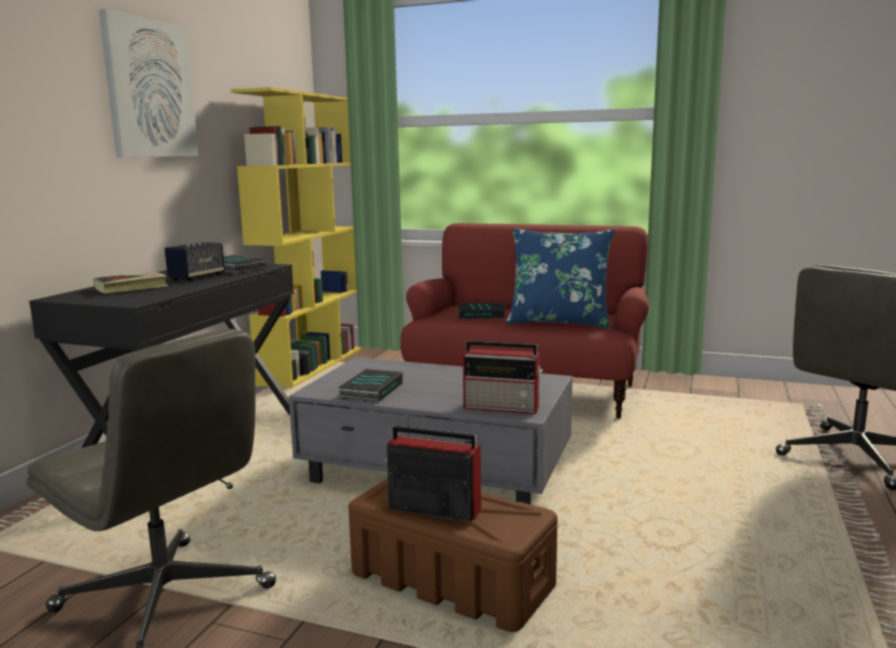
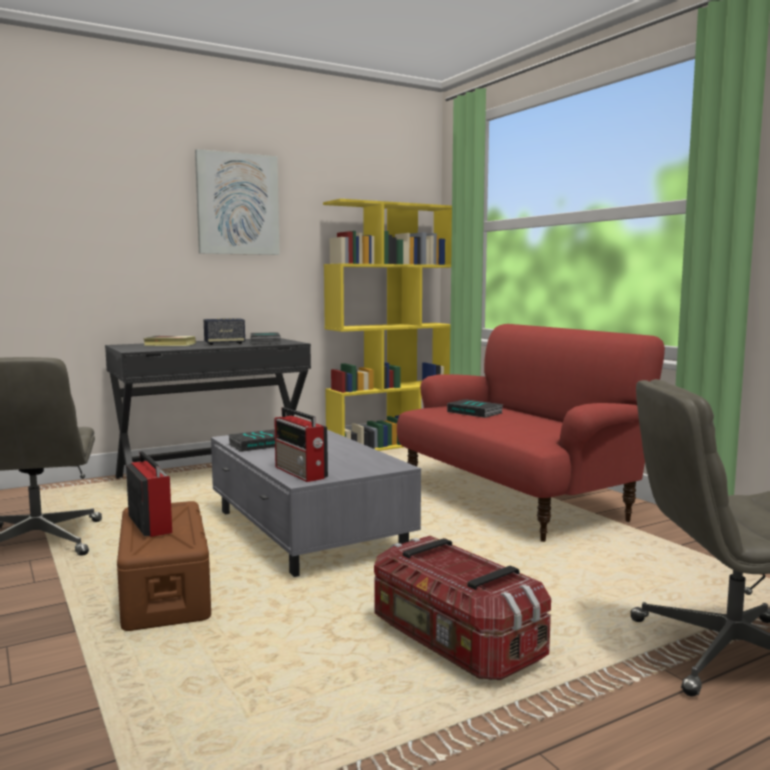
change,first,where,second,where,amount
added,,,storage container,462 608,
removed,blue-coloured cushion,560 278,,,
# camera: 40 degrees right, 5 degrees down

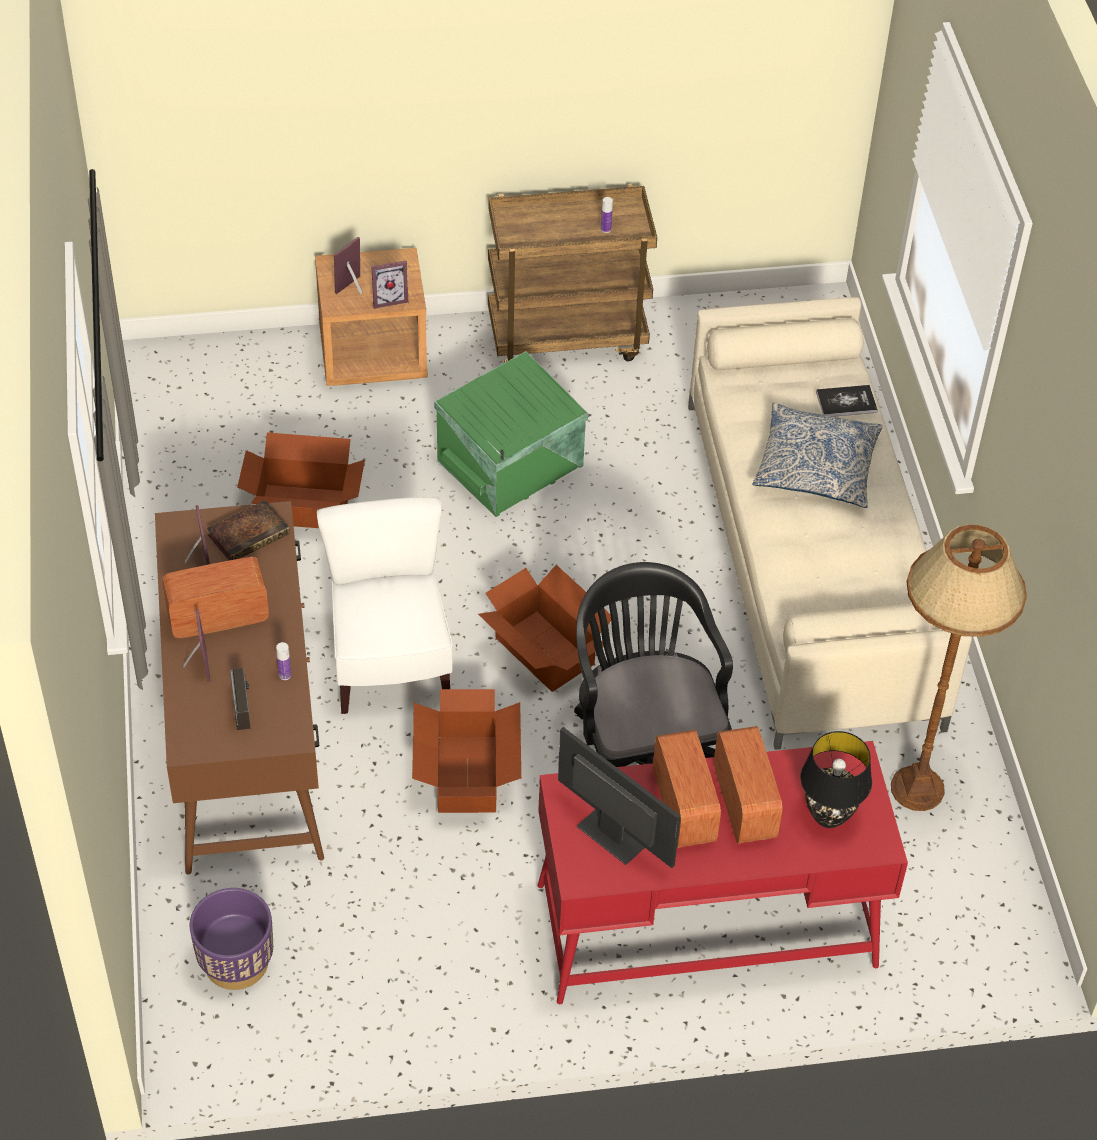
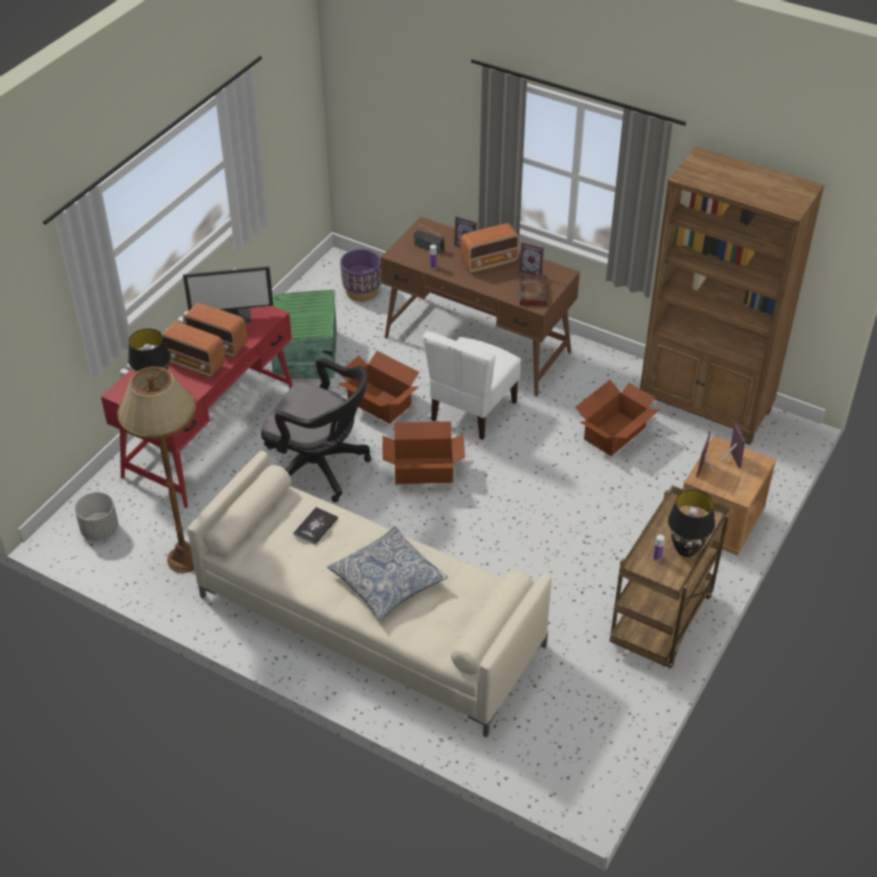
change,first,where,second,where,amount
added,,,grey flower pot,97 516,
moved,green-coloured storage container,511 434,,304 334,
moved,volume,847 401,,315 526,
turned,white chair,385 605,,472 385,90 degrees clockwise
turned,radio,215 597,,490 248,45 degrees clockwise
added,,,brownish bookshelf,732 295,
added,,,blackish table lamp,691 523,
# camera: 130 degrees right, 5 degrees down

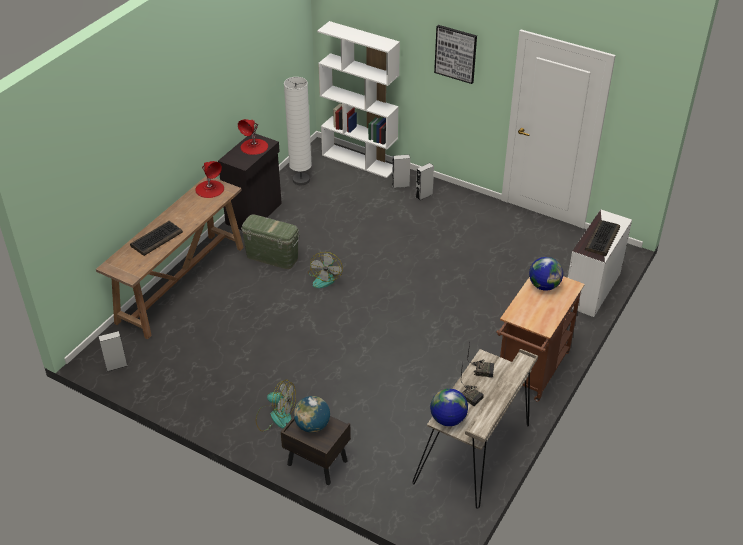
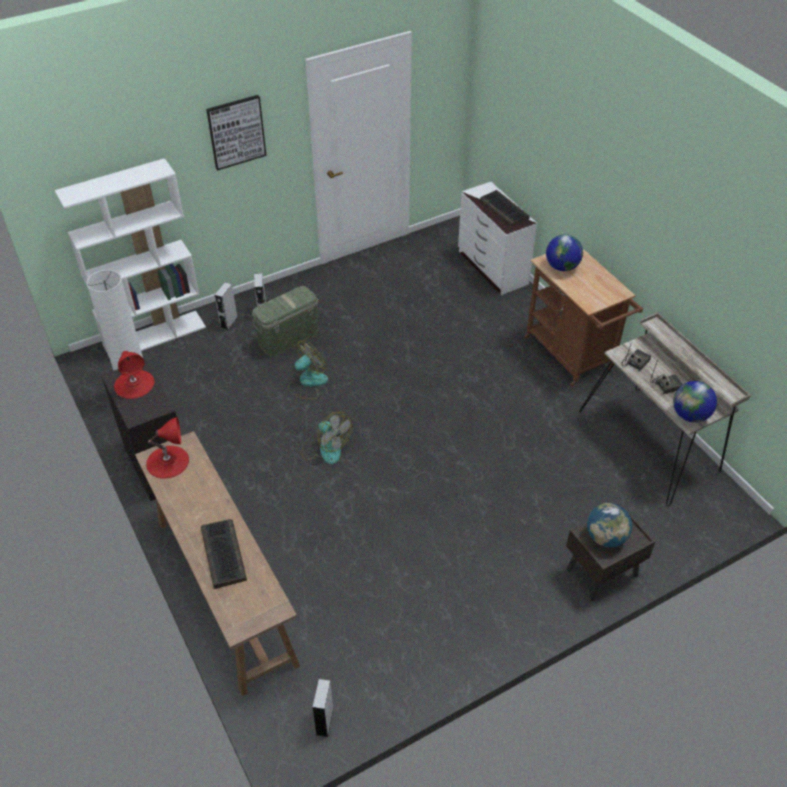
change,first,where,second,where,amount
moved,green-coloured storage container,270 241,,285 321,
moved,cooling fan,276 405,,308 370,
# camera: 60 degrees left, 5 degrees up

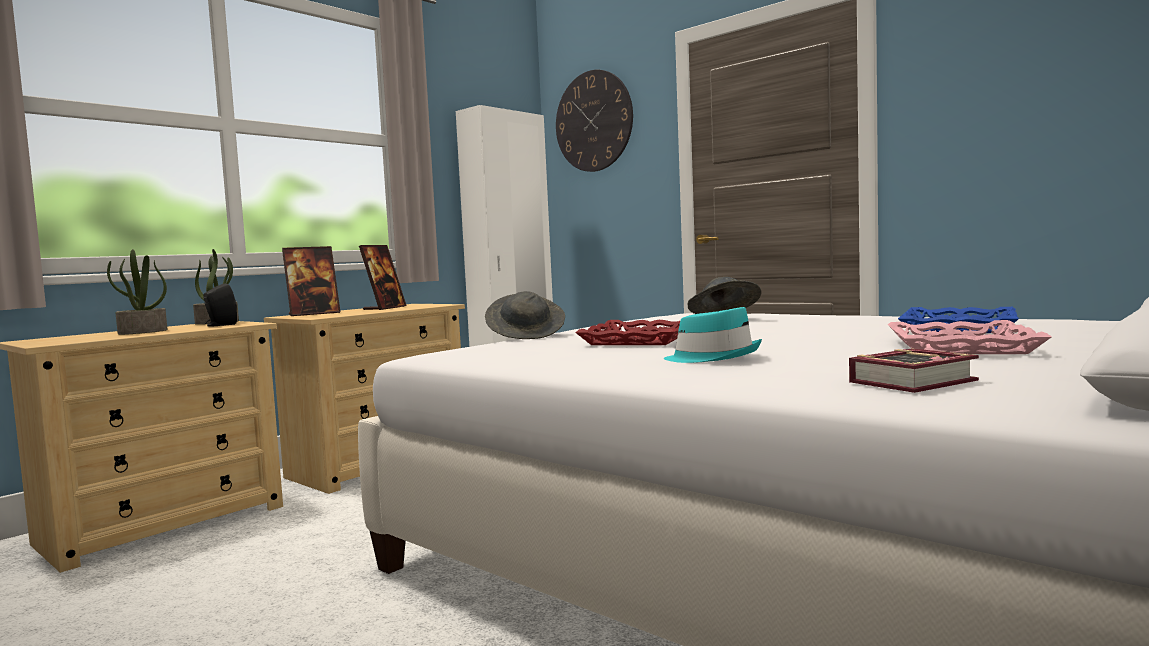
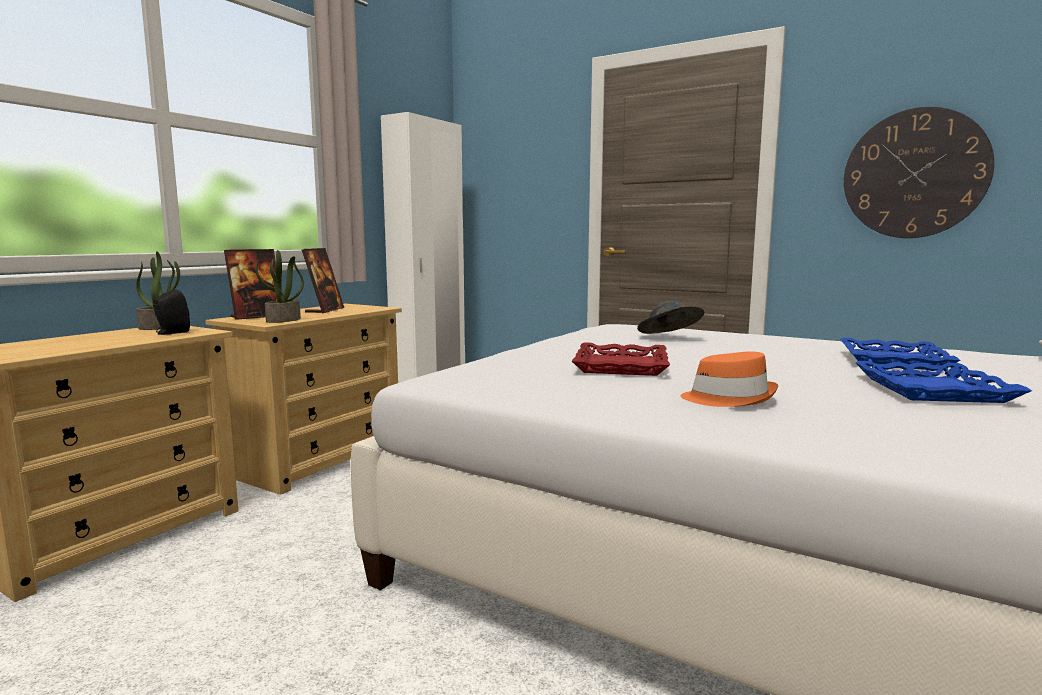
change,first,where,second,where,amount
moved,houseplant,137 292,,280 286,
recoloured,blue-green clothing hat,713 335,orangey clothing hat,729 379,
moved,clock on the wall,594 121,,919 172,
recoloured,pink-coloured tray,969 337,blue-coloured tray,943 382,
removed,grey clothing hat,525 315,,,
removed,volume,914 371,,,
# camera: 10 degrees left, 5 degrees up

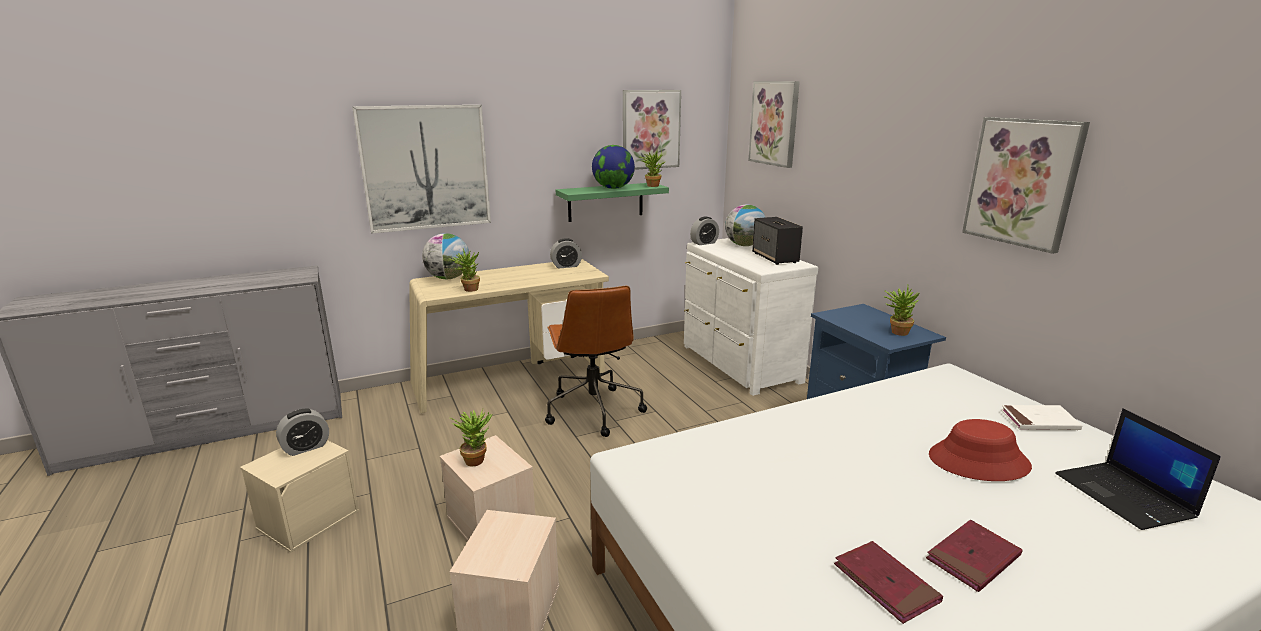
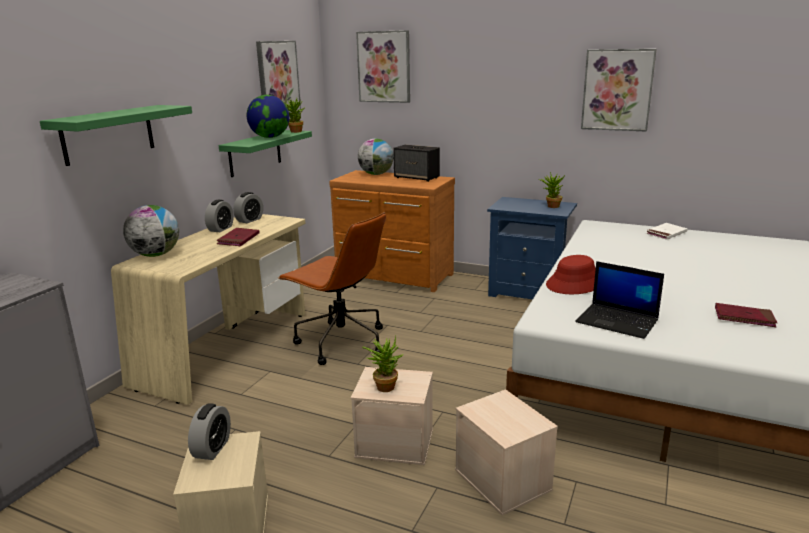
change,first,where,second,where,amount
replaced,picture,421 169,green-coloured bracket shelf,116 135,
moved,alarm clock,704 231,,219 216,
moved,red volume,974 556,,238 237,
recoloured,white chest of drawers,751 317,brownish chest of drawers,392 231,
moved,red clothing hat,980 450,,571 274,
moved,portable computer,1138 469,,619 300,
removed,houseplant,464 270,,,
# camera: 40 degrees left, 0 degrees up

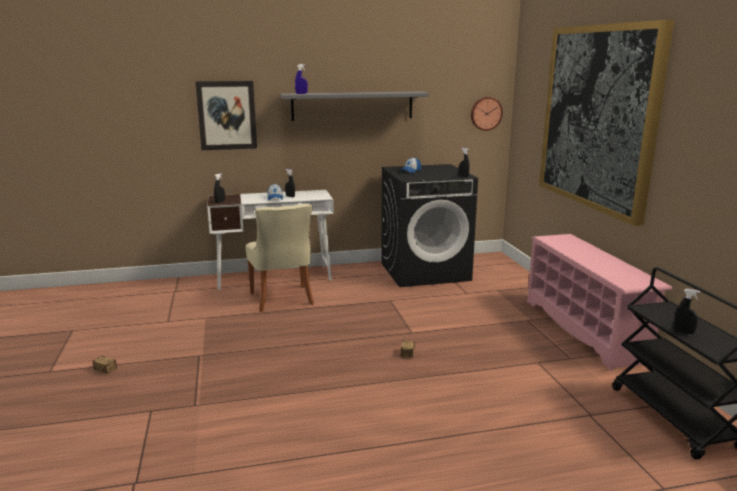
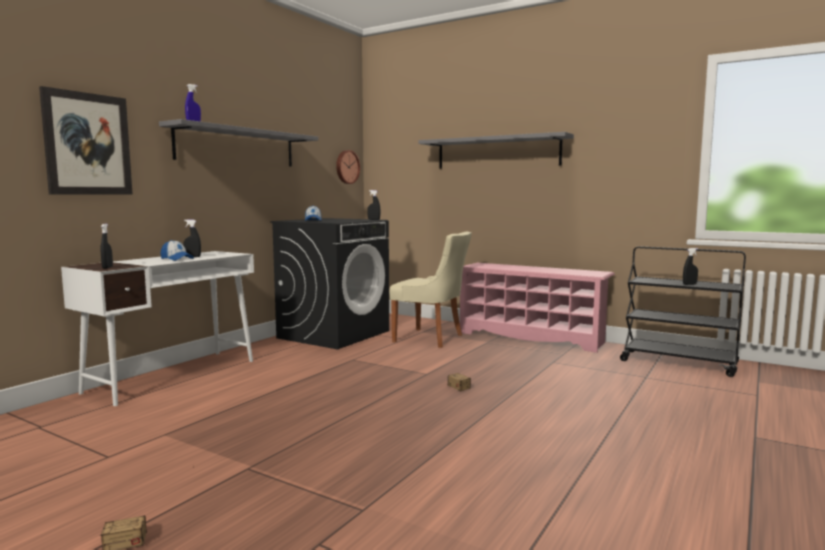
change,first,where,second,where,amount
moved,beige chair,280 258,,430 290,
replaced,picture,606 123,grey bracket shelf,496 150,
# camera: 45 degrees left, 10 degrees down

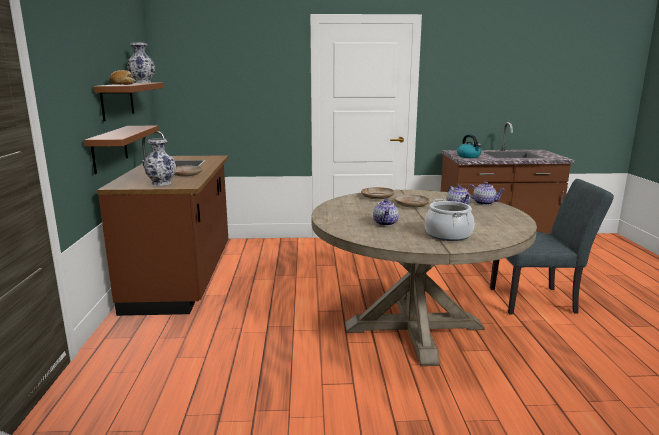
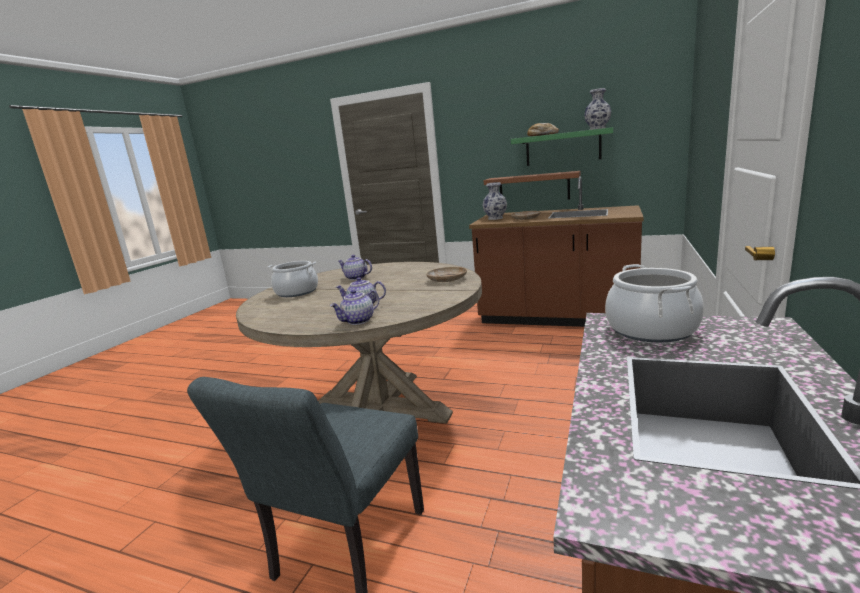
change,first,where,second,where,amount
recoloured,brownish bracket shelf,129 102,green-coloured bracket shelf,562 146,
replaced,kettle,469 146,saucepot,654 303,
removed,beige dinner plate,412 201,,,
# camera: 115 degrees right, 0 degrees up

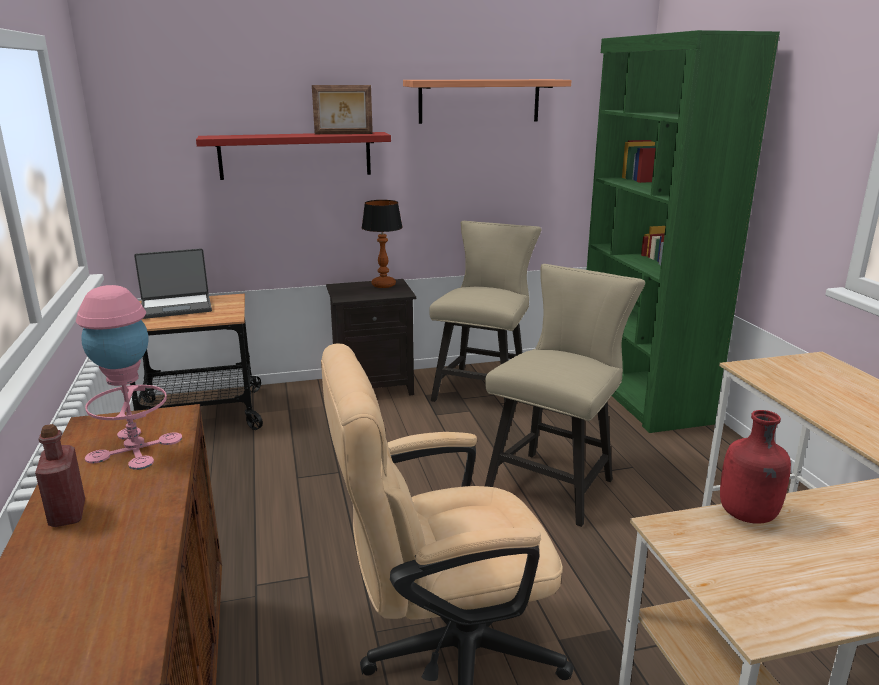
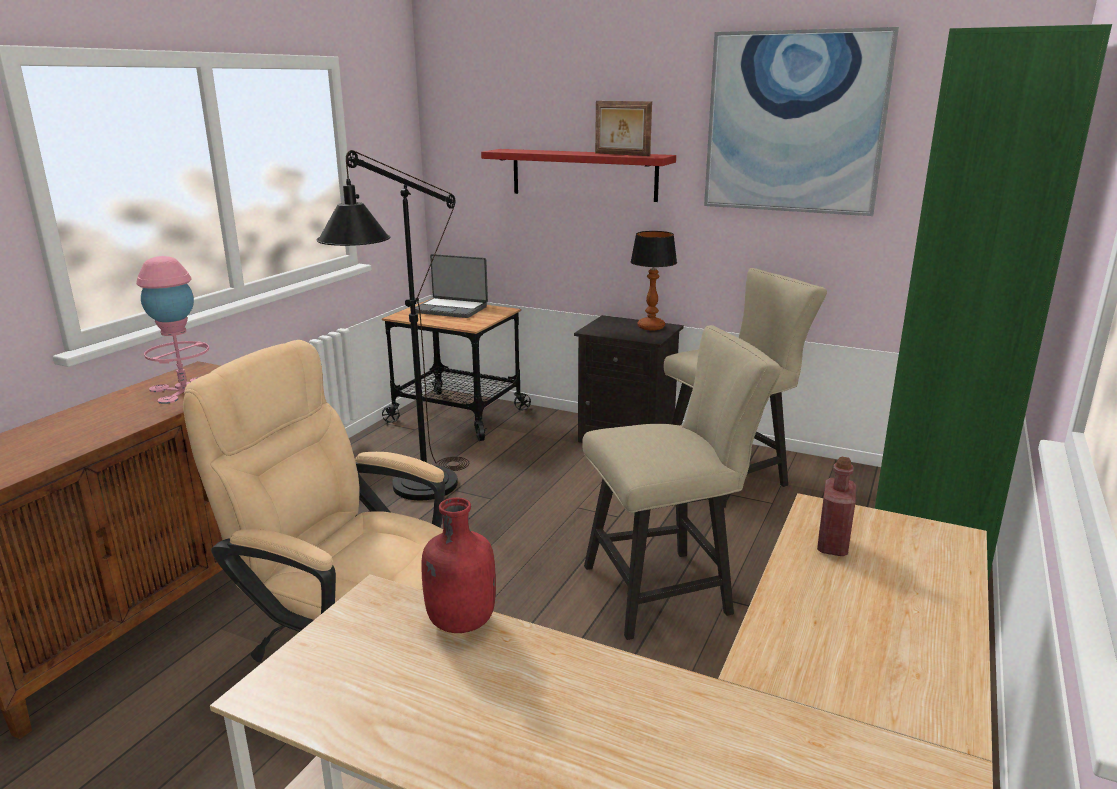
change,first,where,second,where,amount
added,,,blackish floor lamp,393 325,
replaced,bracket shelf,487 101,picture,801 121,
moved,red beverage bottle,60 475,,836 506,
# camera: 40 degrees right, 0 degrees up

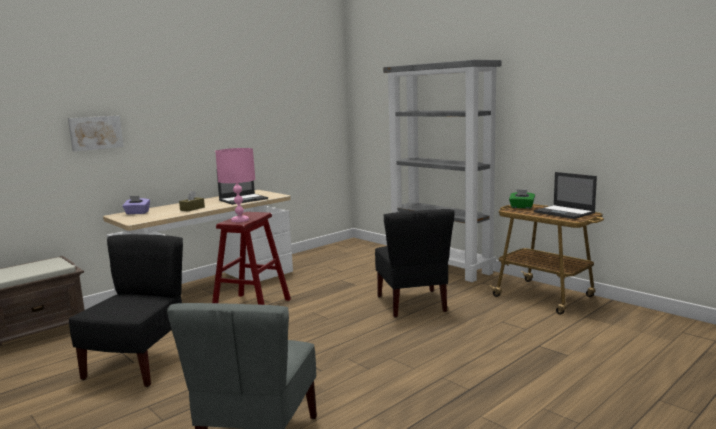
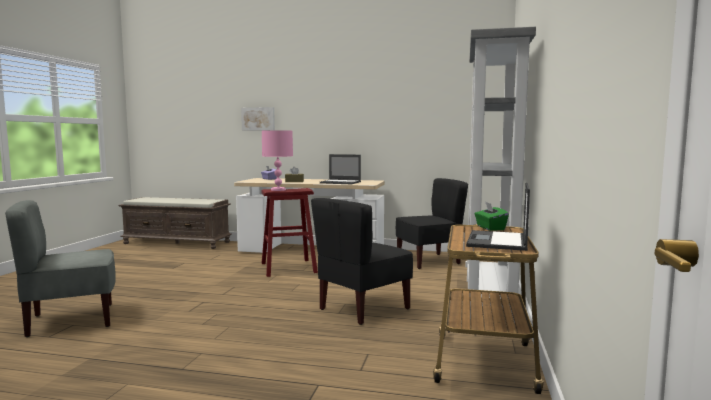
change,first,where,second,where,amount
moved,blackish chair,126 310,,432 223,
# camera: 55 degrees right, 5 degrees down

